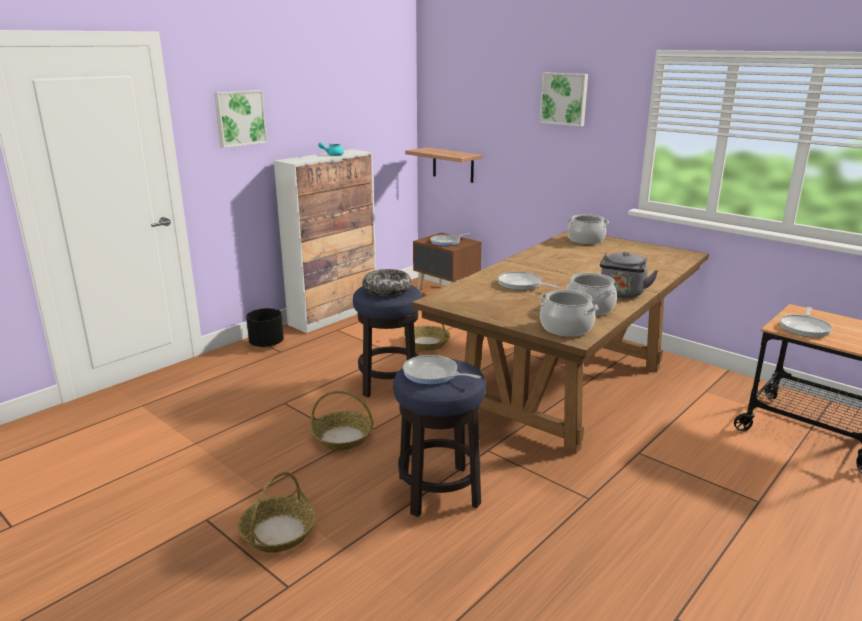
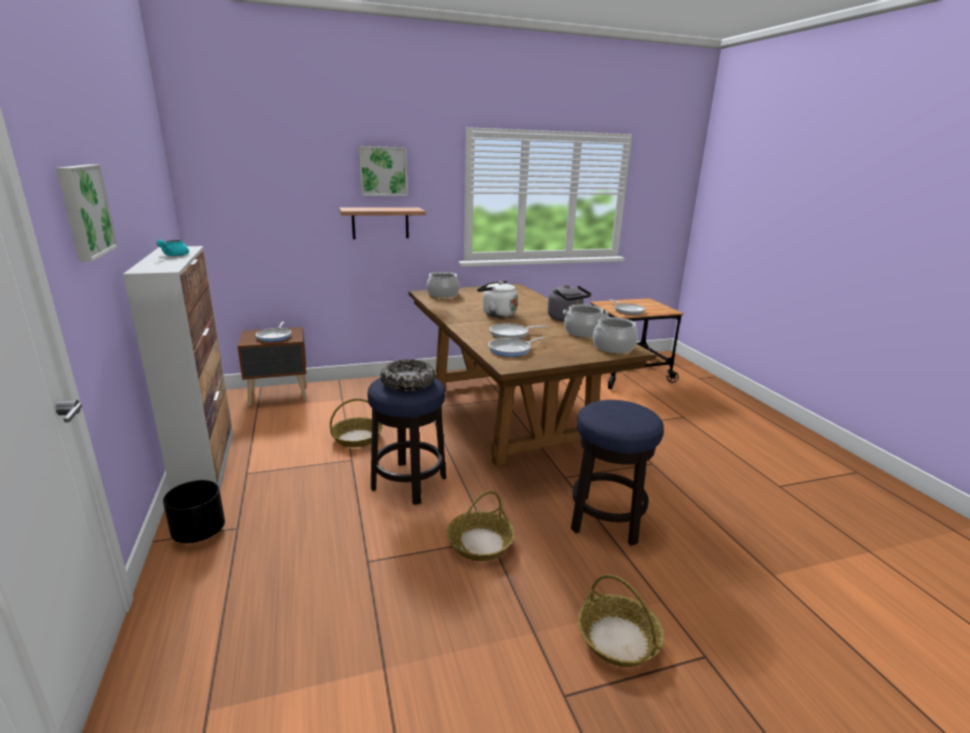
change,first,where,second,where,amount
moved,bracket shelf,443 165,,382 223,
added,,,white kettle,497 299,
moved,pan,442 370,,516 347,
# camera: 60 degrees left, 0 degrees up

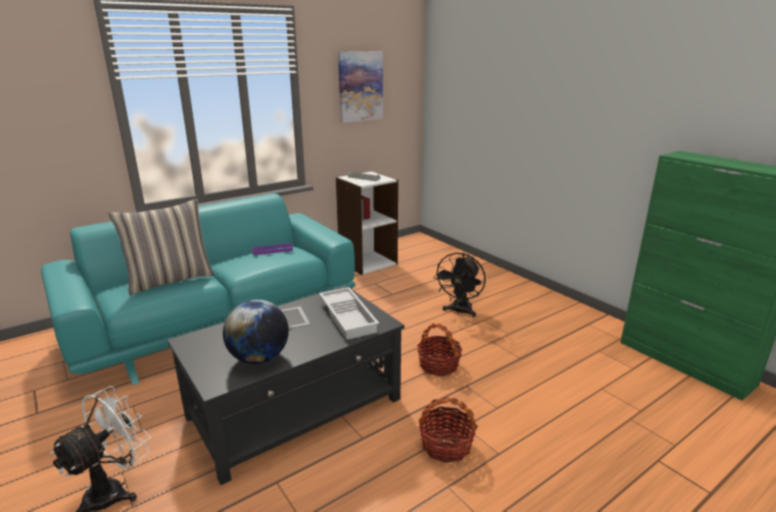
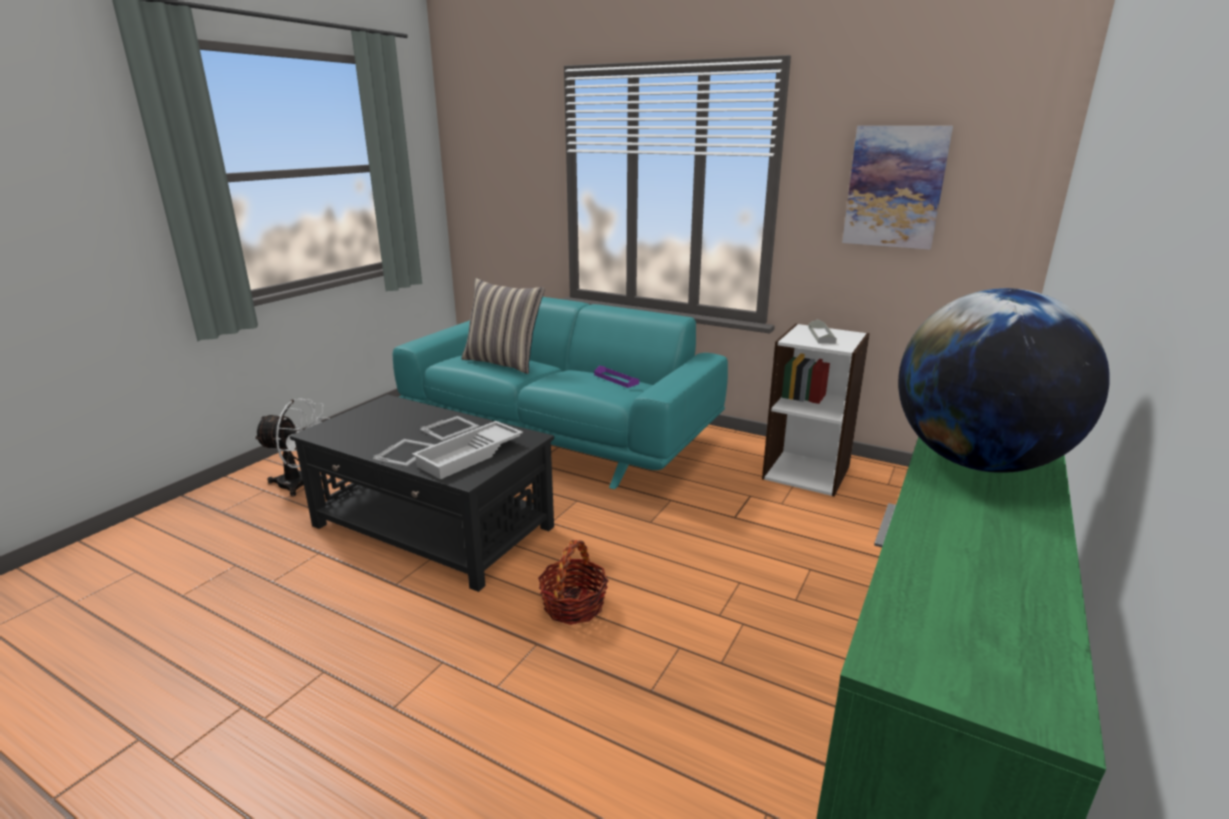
change,first,where,second,where,amount
added,,,photo frame,404 453,
moved,globe,256 331,,1004 380,
removed,basket,448 430,,,
removed,blackish cooling fan,459 285,,,
# camera: 65 degrees right, 0 degrees up

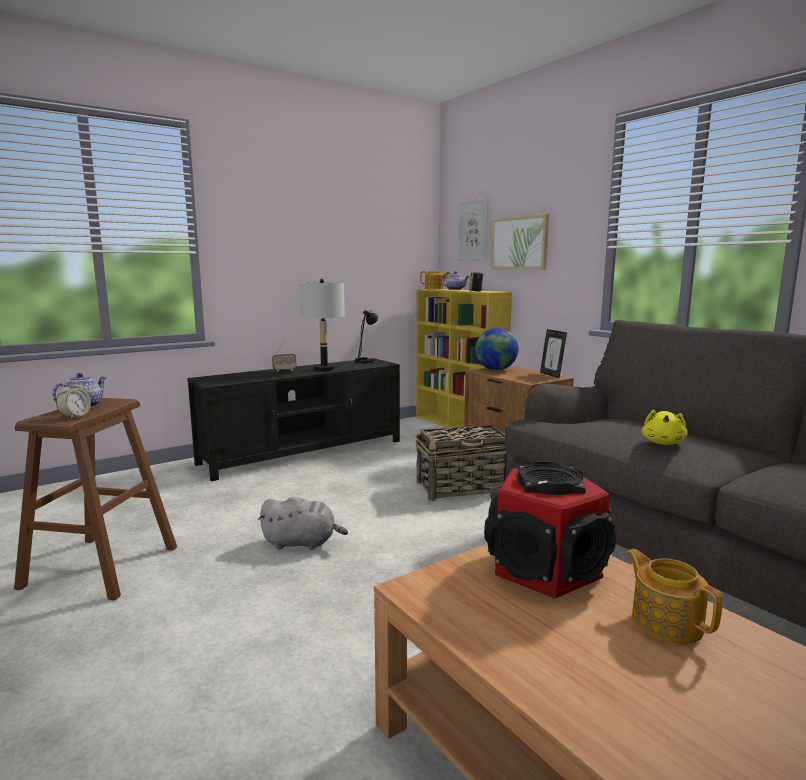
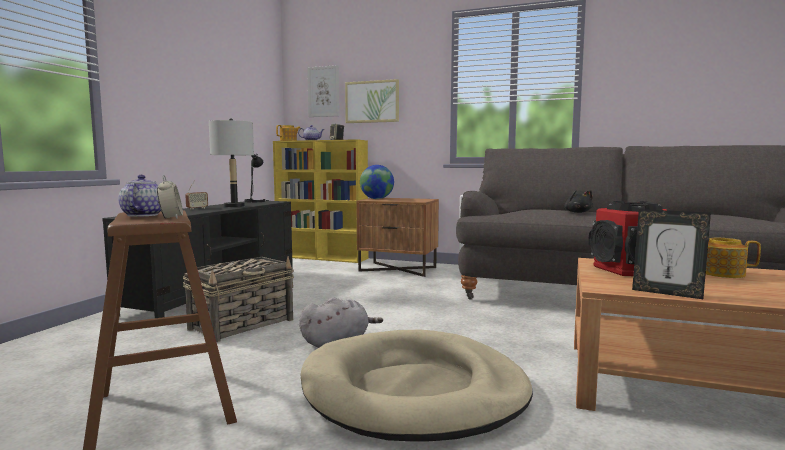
change,first,where,second,where,amount
moved,basket,464 463,,238 299,
added,,,beige dog cushion,417 385,
recoloured,yellowish soft toy,664 427,blackish soft toy,578 201,
moved,photo frame,553 353,,671 254,
# camera: 35 degrees left, 5 degrees down

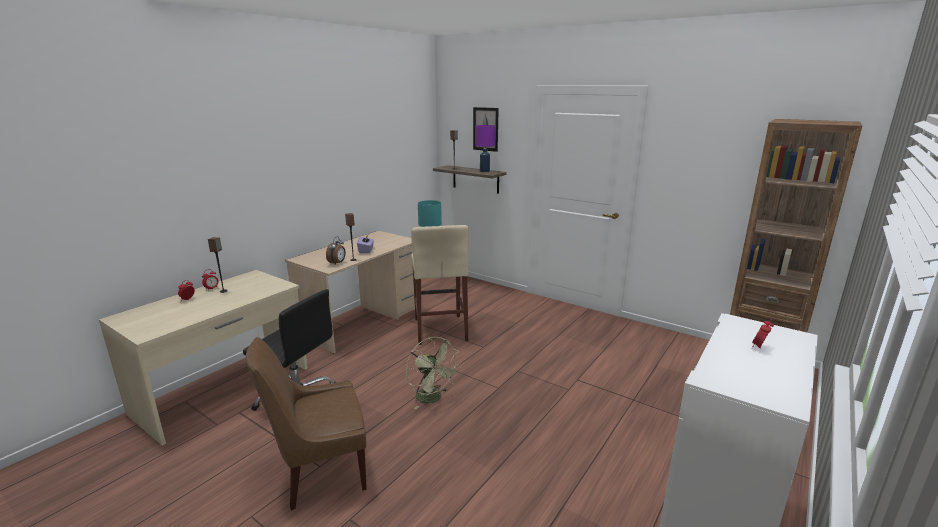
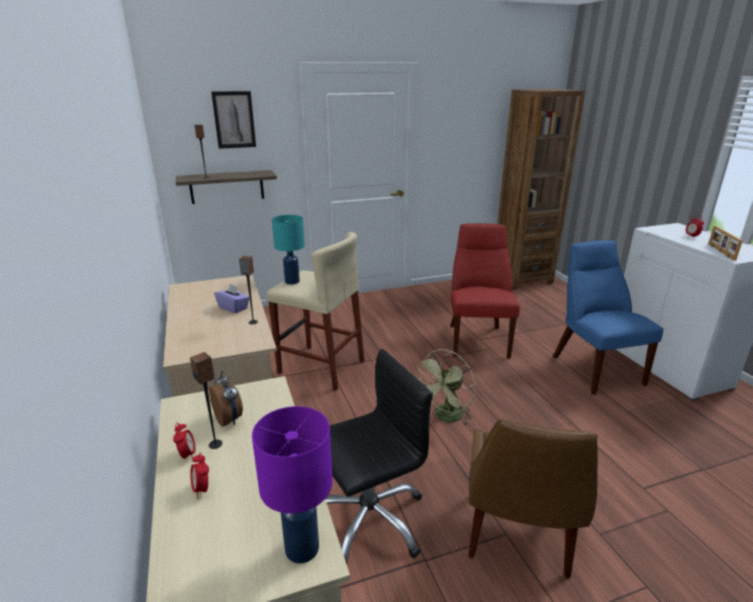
change,first,where,second,where,amount
moved,alarm clock,336 251,,226 399,
moved,purplish table lamp,485 148,,292 484,
turned,green-coloured cooling fan,433 373,,446 387,135 degrees clockwise
added,,,red chair,485 291,
added,,,blue-coloured chair,608 317,
added,,,photo frame,725 243,
# camera: 55 degrees left, 5 degrees up

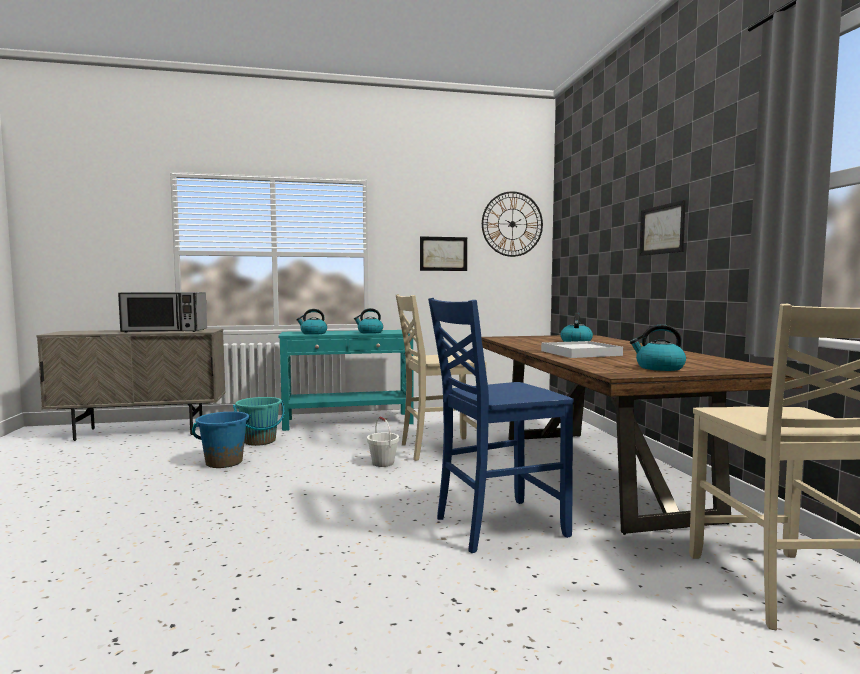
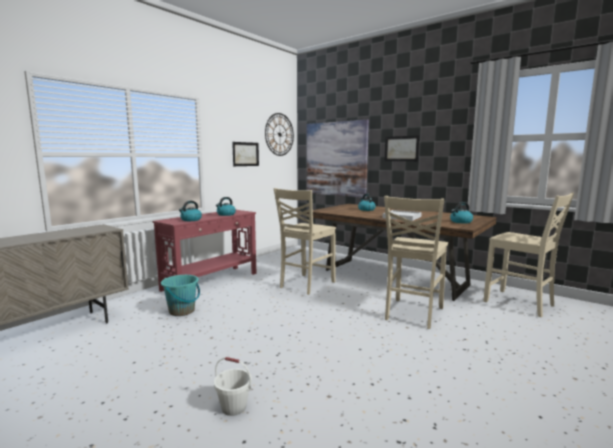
change,first,where,second,where,amount
recoloured,blue-green narrow table,346 380,red narrow table,205 251,
moved,white pail,383 441,,233 386,
added,,,picture,338 159,
recoloured,blue-coloured chair,500 425,beige chair,416 262,
removed,kitchen microwave,162 312,,,
removed,blue-coloured pail,221 440,,,
# camera: 40 degrees left, 5 degrees up

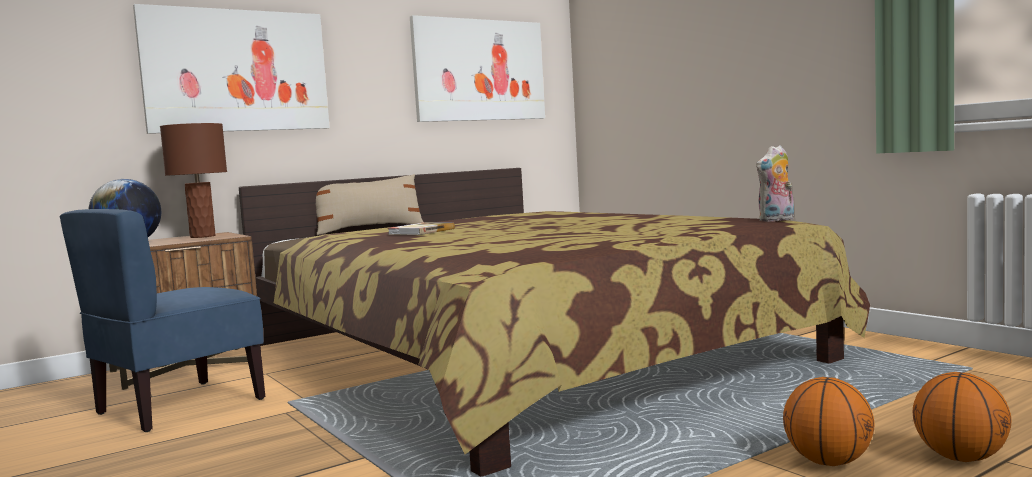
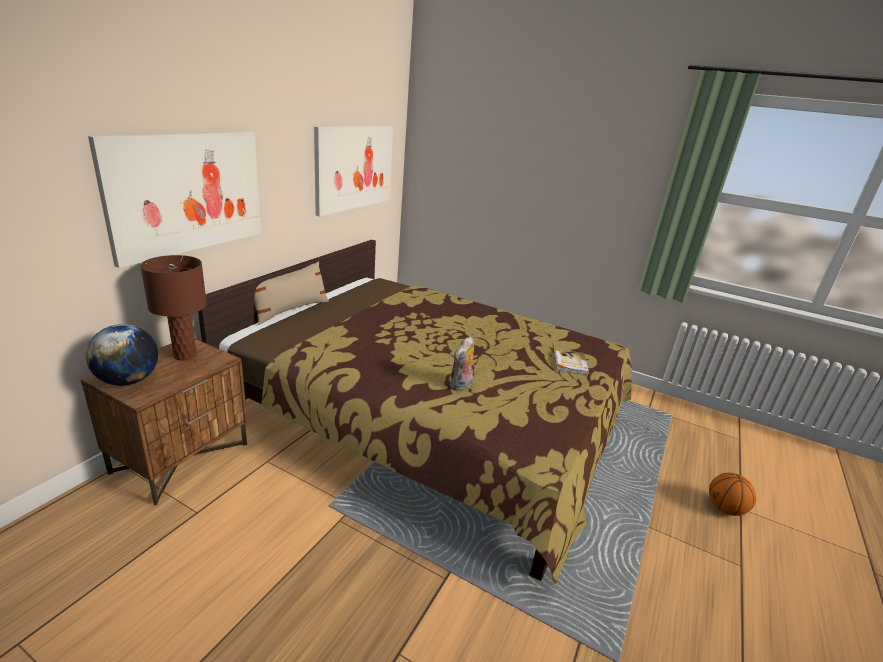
change,first,where,second,where,amount
moved,soft toy,775 183,,463 363,
moved,volume,421 229,,572 362,
removed,blue-coloured chair,162 320,,,
removed,ball for basketball,829 421,,,
# camera: 30 degrees left, 20 degrees up

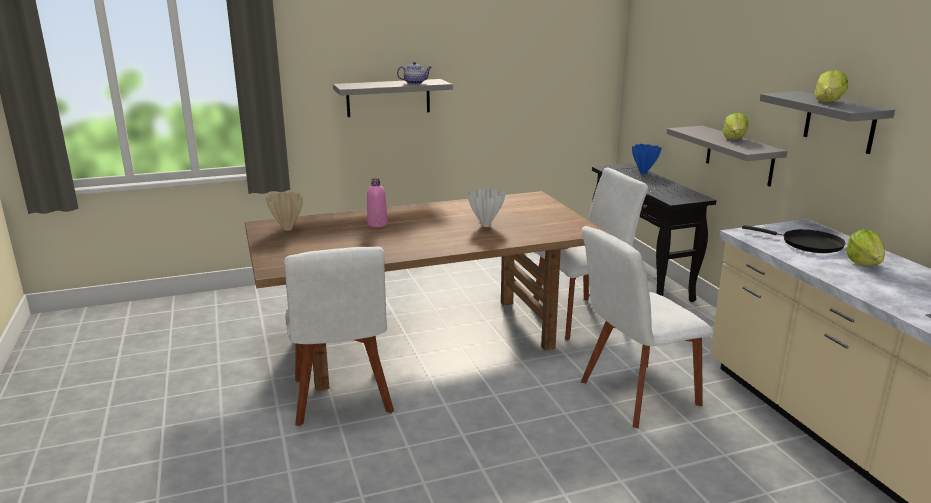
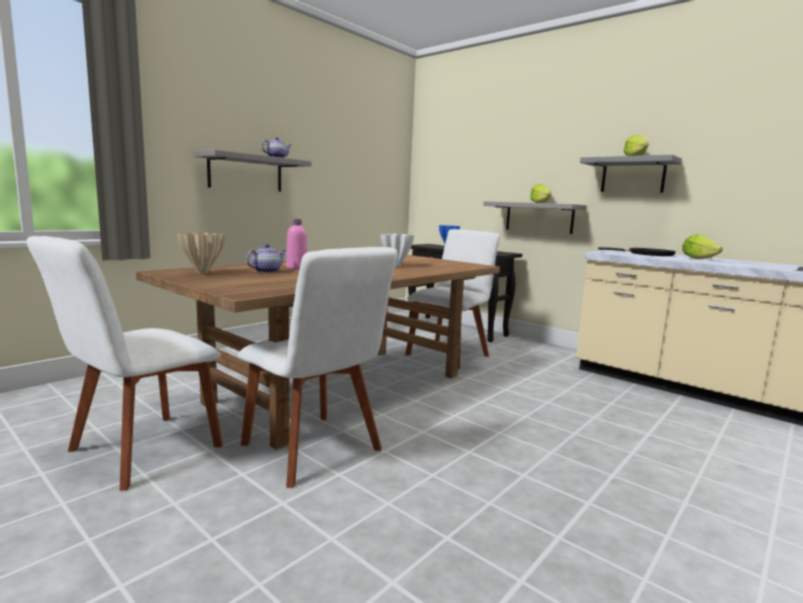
change,first,where,second,where,amount
moved,white chair,647 327,,124 363,
added,,,pot for tea,266 258,
# camera: 30 degrees left, 10 degrees down

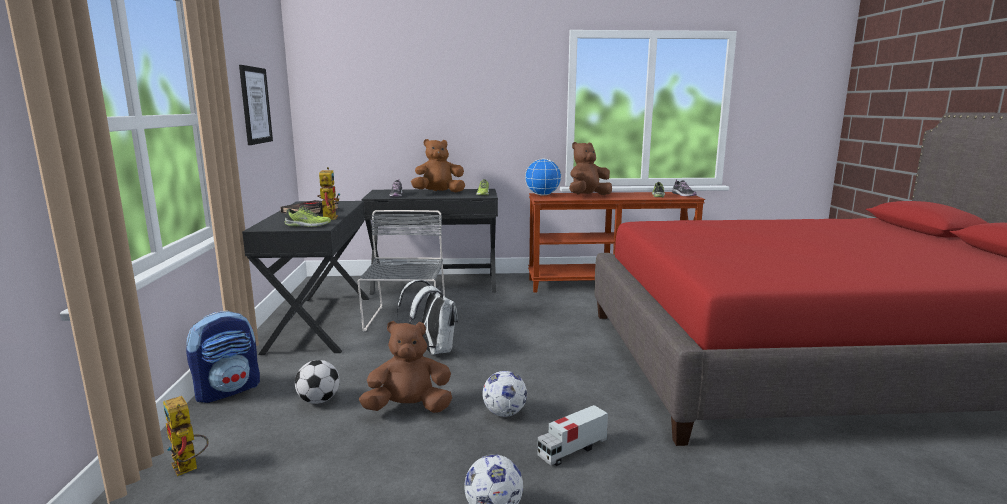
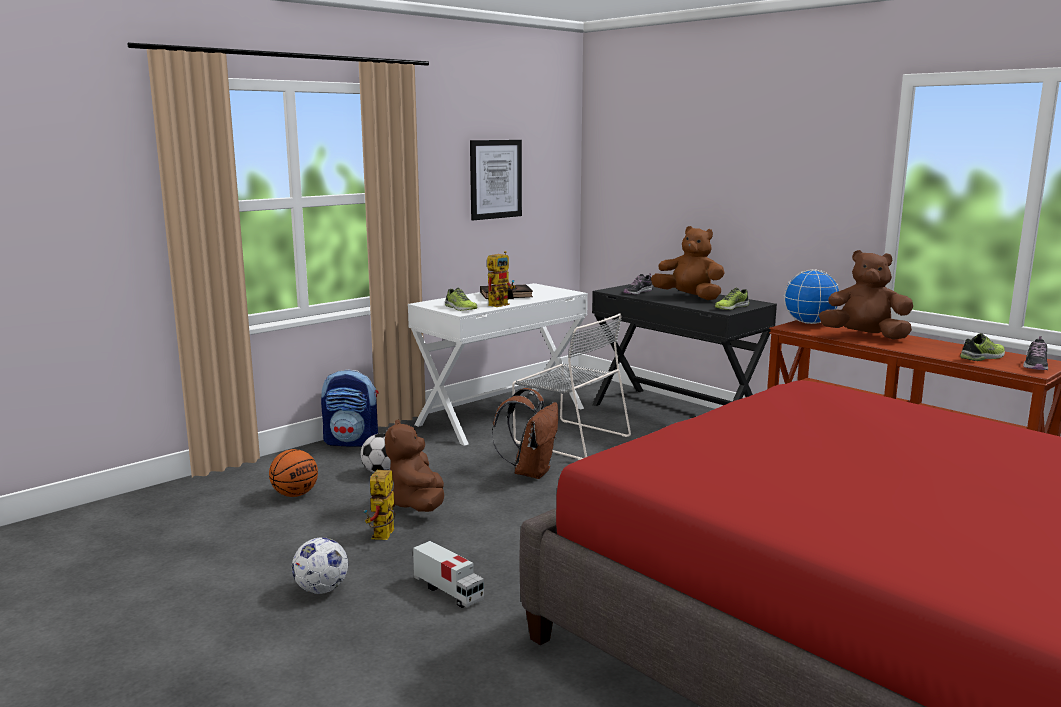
change,first,where,second,where,amount
added,,,ball for basketball,293 473,
moved,toy robot,186 436,,379 505,
turned,brownish soft toy,405 367,,414 465,135 degrees counterclockwise
recoloured,blackish desk,305 278,white desk,498 364,
turned,toy lorry,573 435,,448 574,150 degrees counterclockwise
recoloured,white backpack,427 317,brownish backpack,525 433,
turned,grey chair,401 270,,571 386,75 degrees clockwise
removed,ball for football,504 394,,,
# camera: 50 degrees right, 0 degrees up

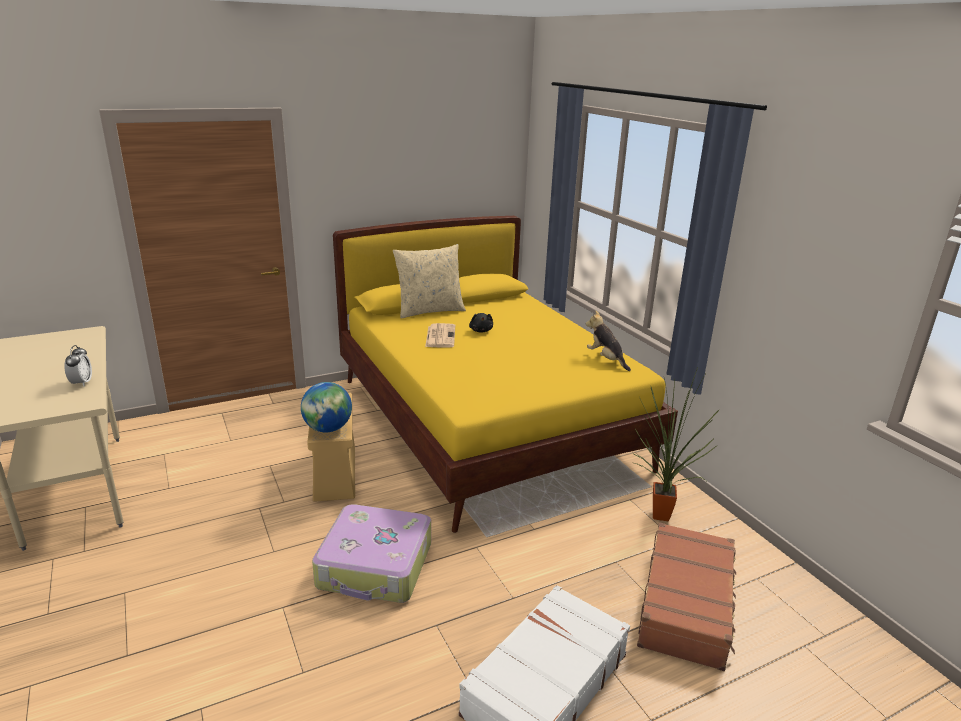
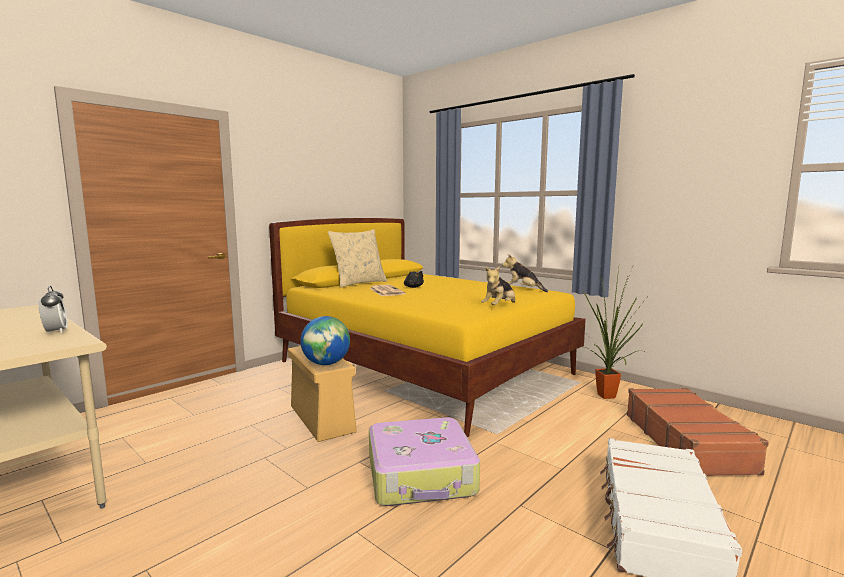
change,first,where,second,where,amount
added,,,soft toy,498 285,
# camera: 20 degrees left, 15 degrees down

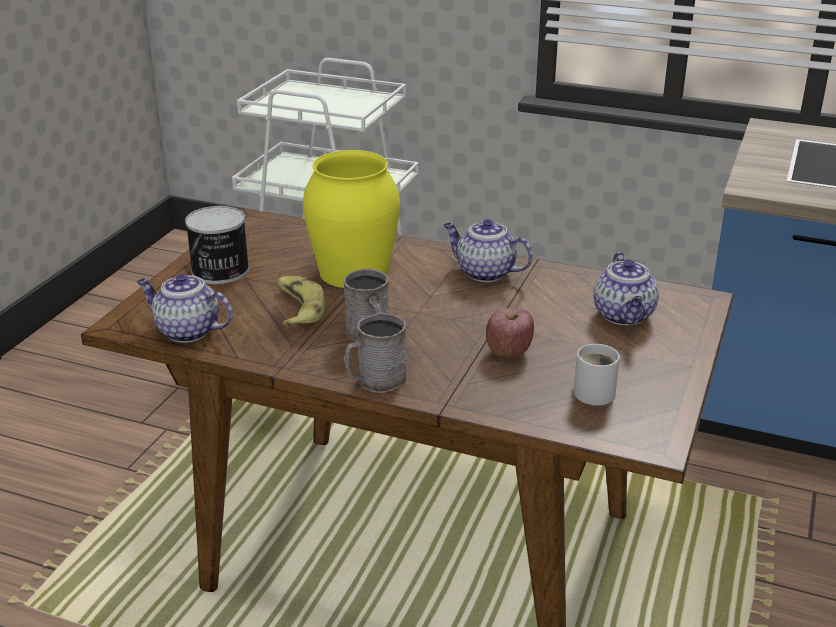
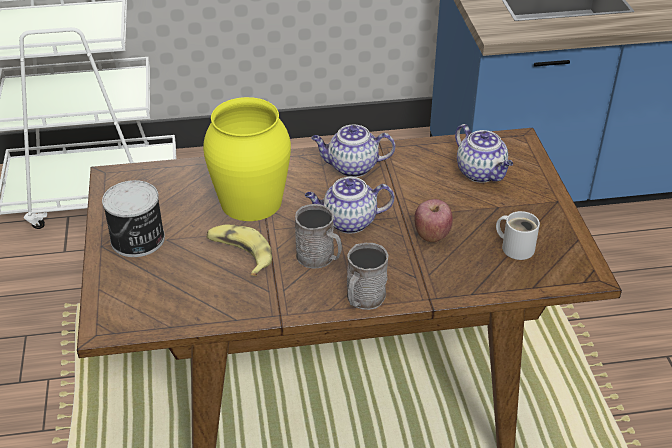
change,first,where,second,where,amount
moved,pot for tea,185 308,,349 205,
# camera: 30 degrees left, 10 degrees up

